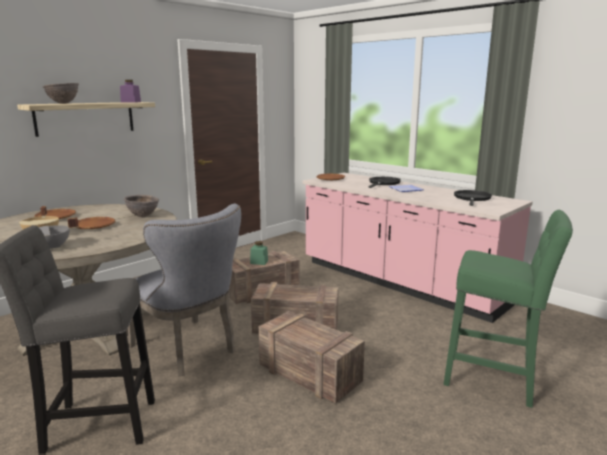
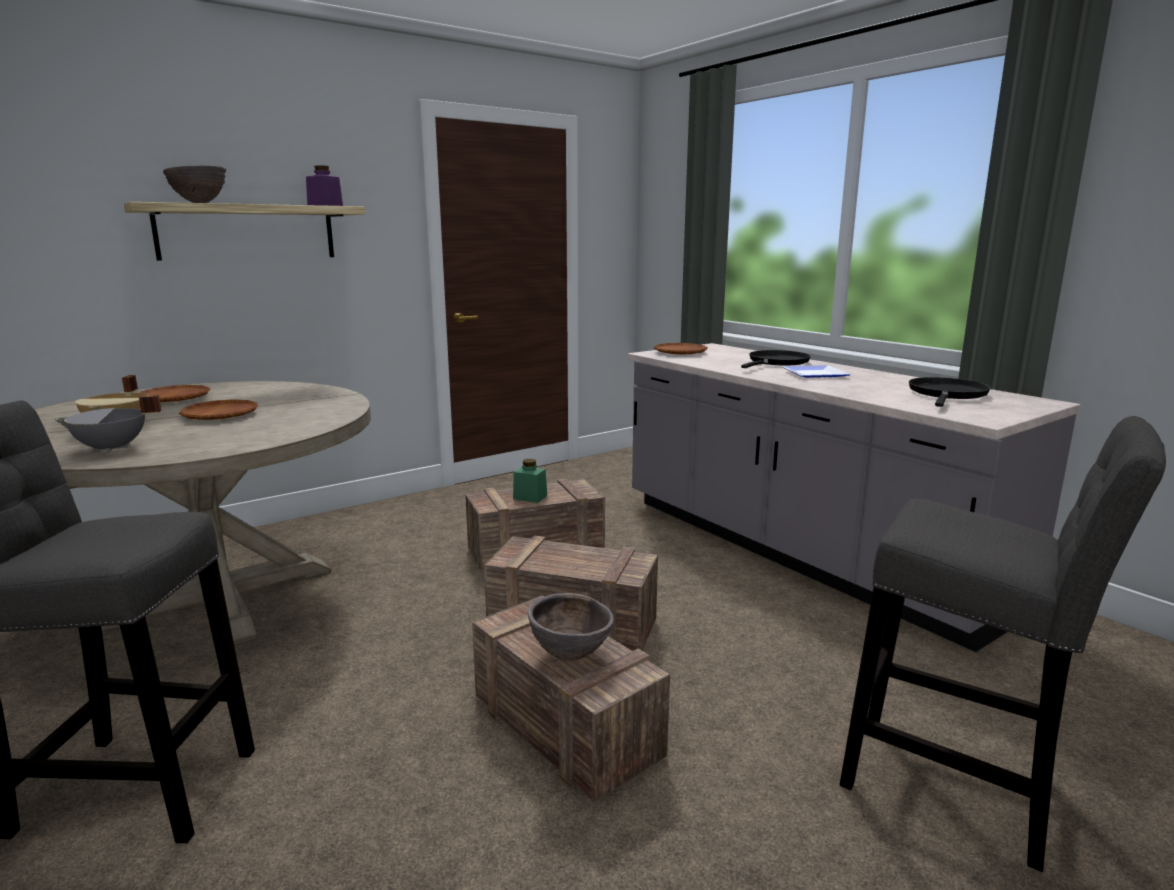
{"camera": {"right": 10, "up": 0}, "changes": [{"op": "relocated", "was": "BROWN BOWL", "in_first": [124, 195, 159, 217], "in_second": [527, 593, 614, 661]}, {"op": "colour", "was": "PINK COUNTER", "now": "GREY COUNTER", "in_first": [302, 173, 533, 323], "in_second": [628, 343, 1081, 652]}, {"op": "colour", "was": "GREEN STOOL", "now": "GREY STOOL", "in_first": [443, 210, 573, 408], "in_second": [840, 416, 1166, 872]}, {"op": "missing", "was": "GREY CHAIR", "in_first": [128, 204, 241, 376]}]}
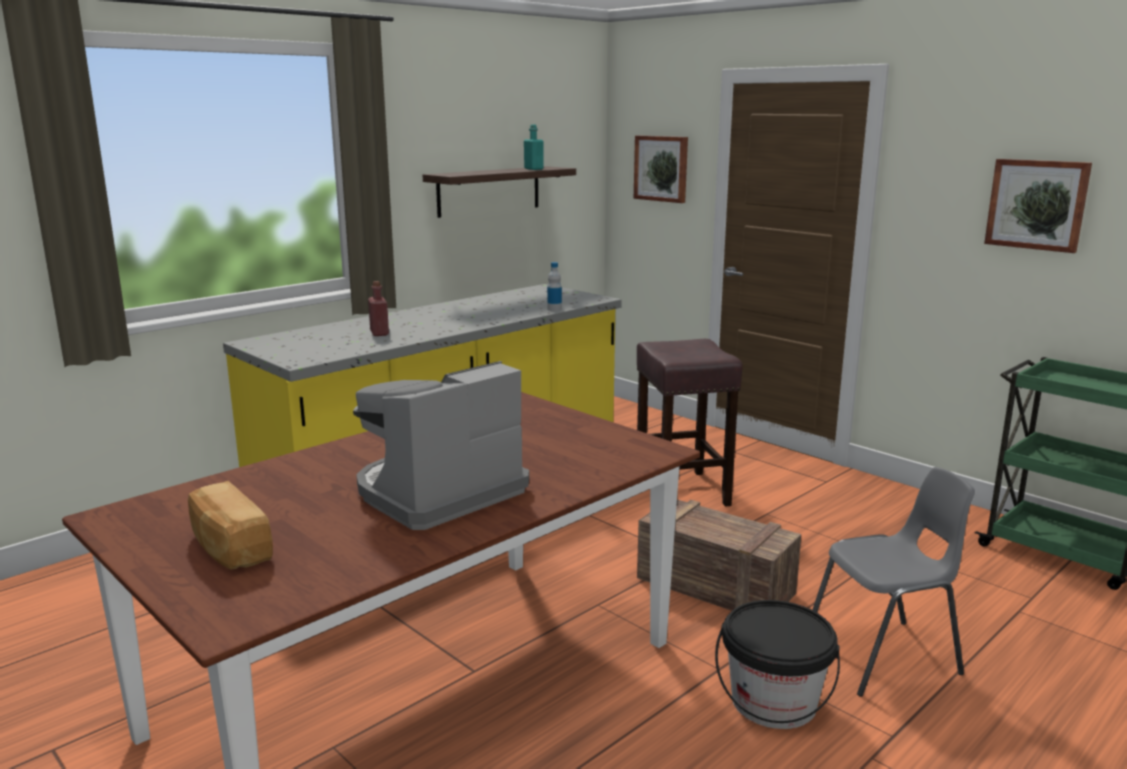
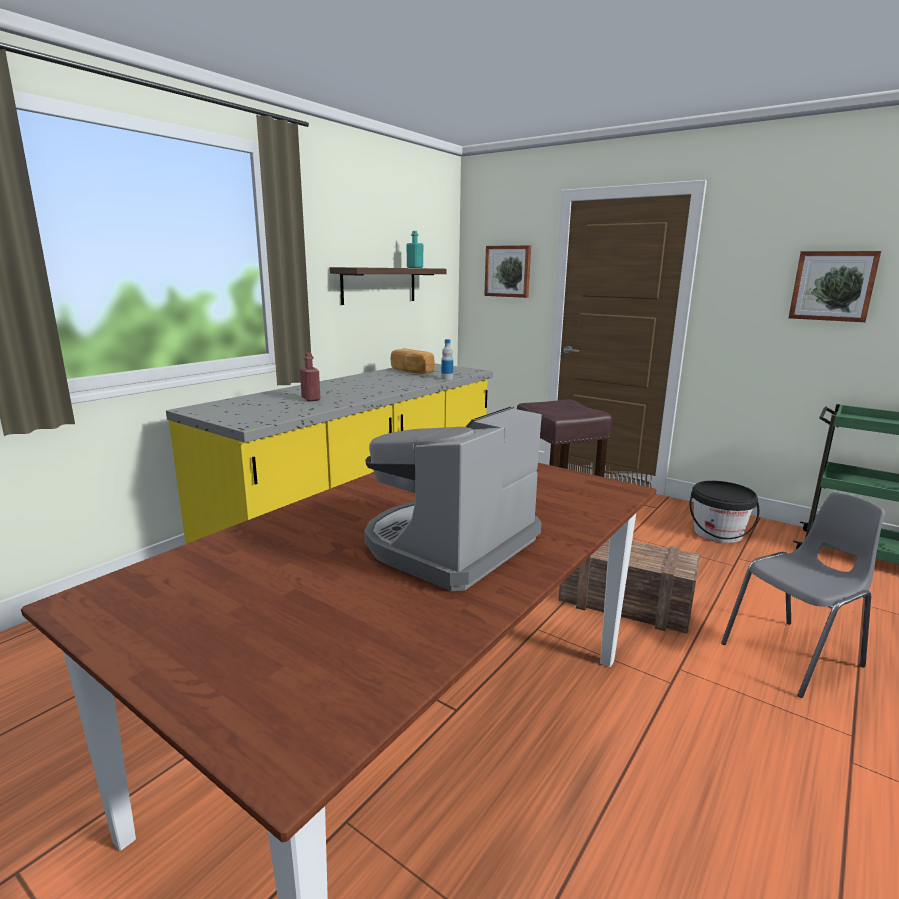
{"camera": {"right": -10, "up": 0}, "changes": [{"op": "relocated", "was": "BREAD", "in_first": [188, 480, 273, 570], "in_second": [390, 349, 435, 374]}, {"op": "relocated", "was": "BLACK BUCKET", "in_first": [715, 600, 840, 729], "in_second": [690, 481, 759, 543]}]}
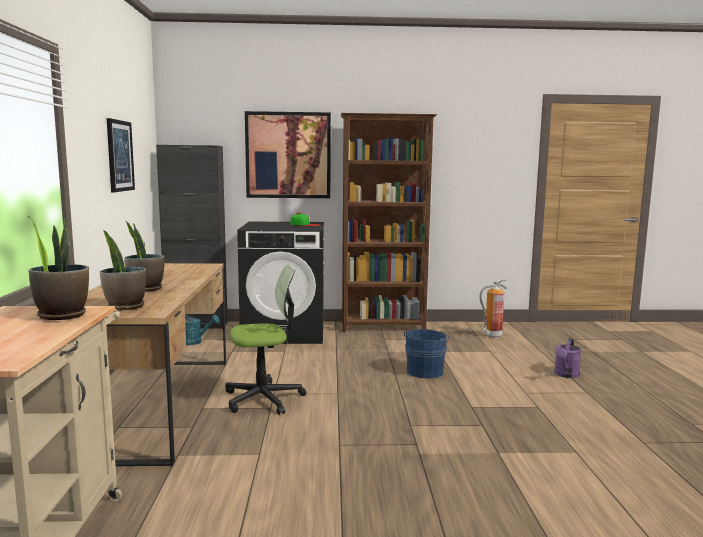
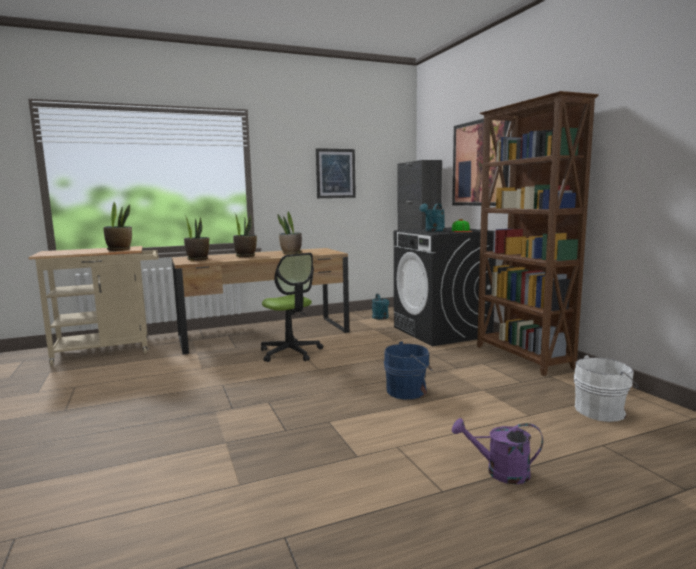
{"camera": {"right": 70, "up": 0}, "changes": [{"op": "appeared", "now": "POTTED PLANT", "in_second": [277, 211, 302, 254]}, {"op": "appeared", "now": "TURQUOISE WATERING CAN", "in_second": [419, 203, 445, 231]}, {"op": "exchanged", "was": "FIRE EXTINGUISHER", "now": "WHITE BUCKET", "in_first": [479, 279, 507, 338], "in_second": [573, 355, 639, 422]}]}
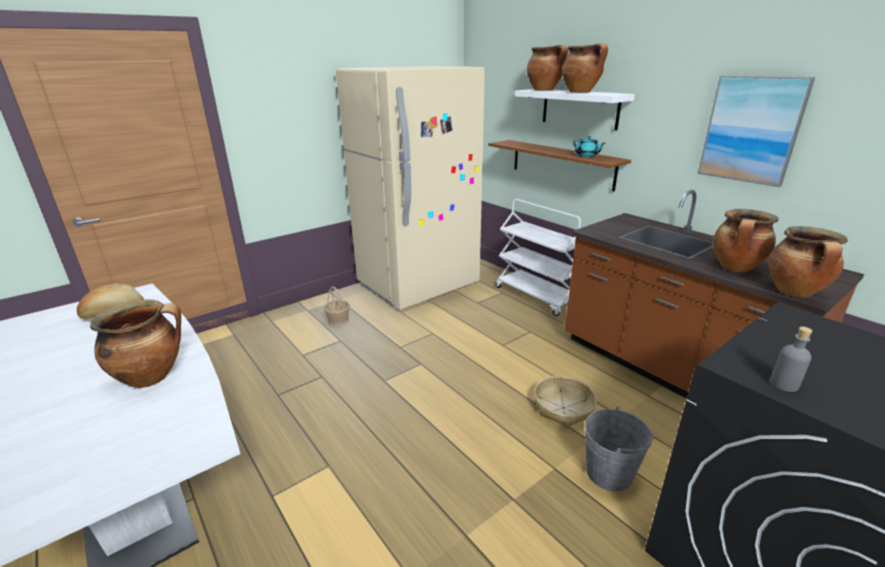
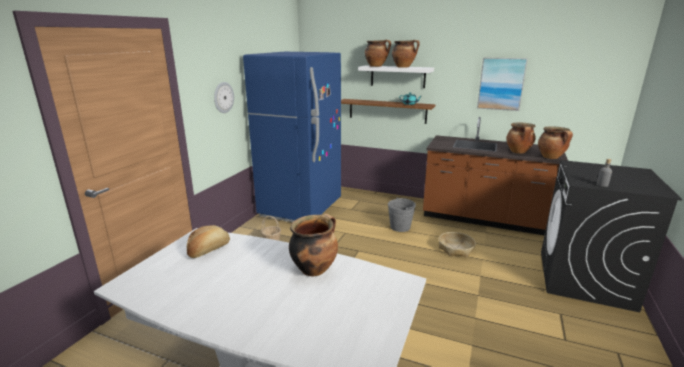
{"camera": {"right": -30, "up": -5}, "changes": [{"op": "appeared", "now": "WALL CLOCK", "in_second": [214, 82, 234, 113]}, {"op": "colour", "was": "BEIGE FRIDGE", "now": "BLUE FRIDGE", "in_first": [336, 66, 485, 310], "in_second": [243, 52, 341, 222]}, {"op": "relocated", "was": "GREY BUCKET", "in_first": [585, 407, 654, 492], "in_second": [388, 197, 416, 232]}, {"op": "missing", "was": "WHITE CART", "in_first": [495, 199, 581, 316]}]}
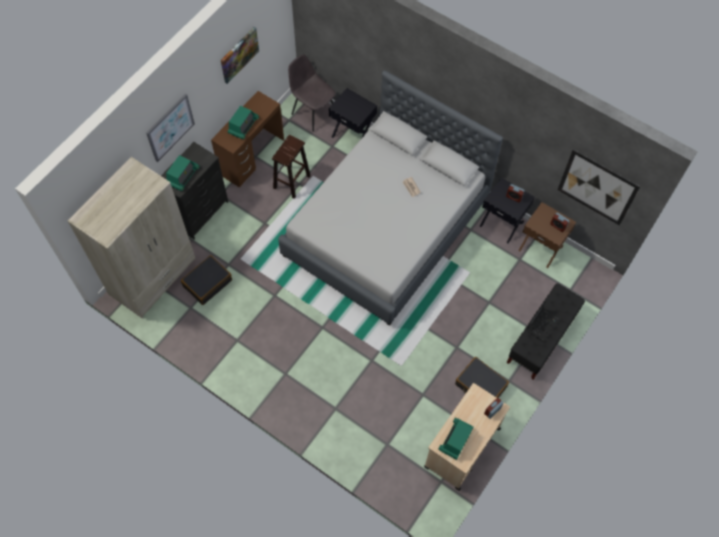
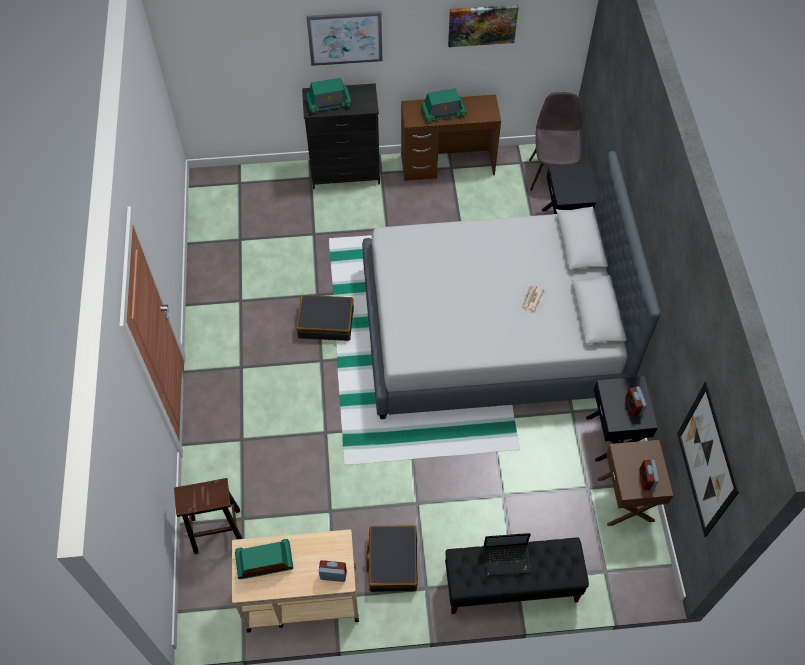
{"camera": {"right": 50, "up": -5}, "changes": [{"op": "relocated", "was": "BROWN STOOL", "in_first": [272, 135, 310, 199], "in_second": [174, 478, 243, 554]}, {"op": "relocated", "was": "BLACK SUITCASE", "in_first": [181, 255, 232, 305], "in_second": [296, 295, 354, 341]}, {"op": "missing", "was": "BEIGE WARDROBE", "in_first": [68, 157, 195, 318]}]}
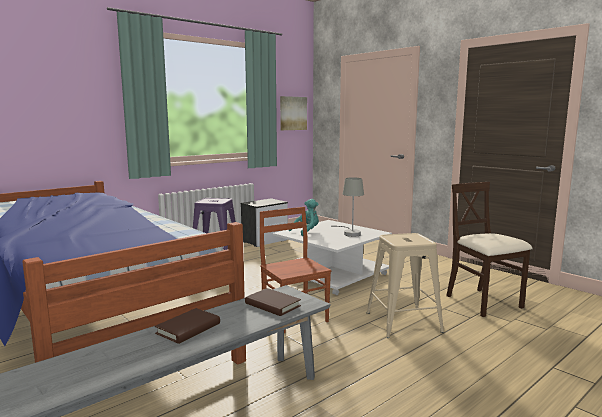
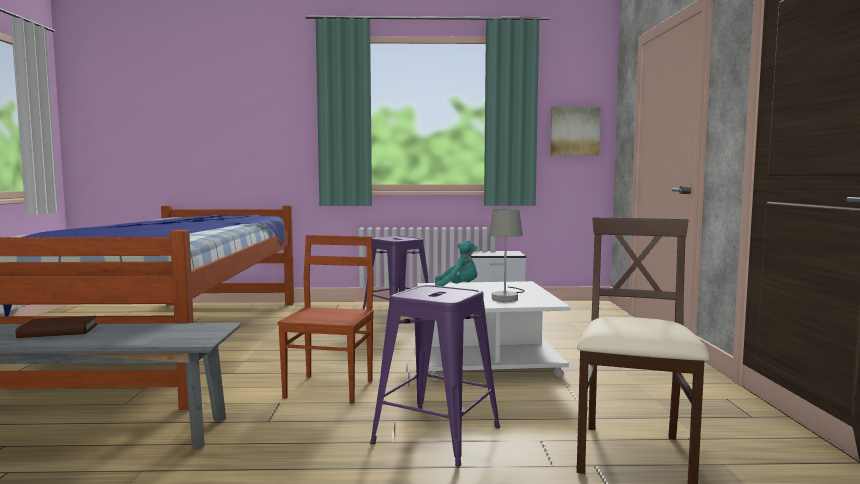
{"camera": {"right": 40, "up": -5}, "changes": [{"op": "colour", "was": "BEIGE STOOL", "now": "PURPLE STOOL", "in_first": [367, 233, 444, 338], "in_second": [370, 285, 500, 467]}, {"op": "missing", "was": "BROWN BOOK", "in_first": [245, 288, 301, 316]}]}
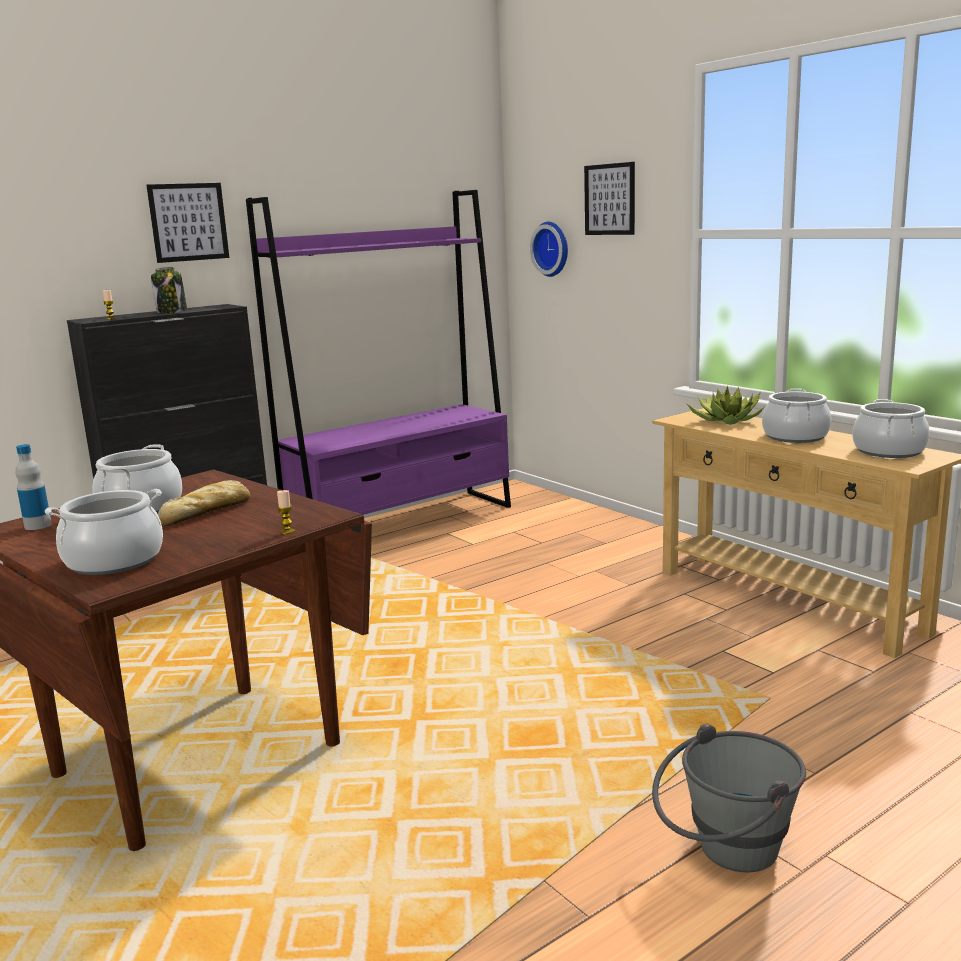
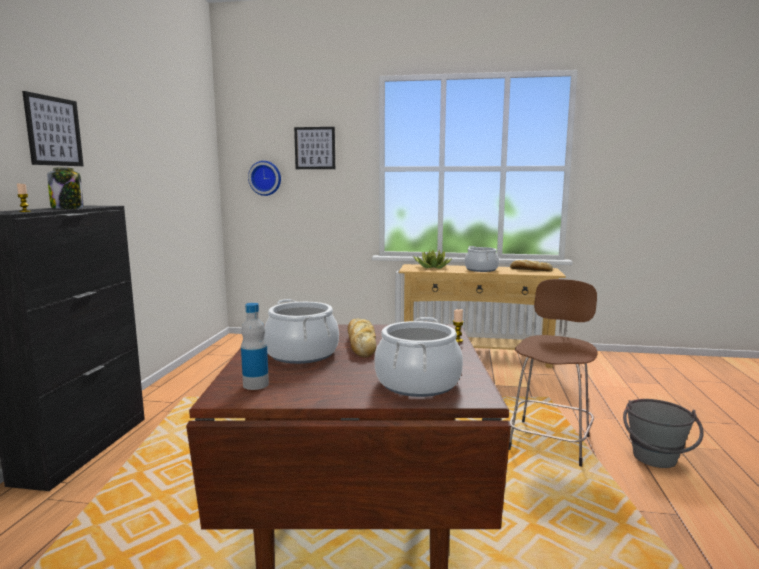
{"camera": {"right": -45, "up": -5}, "changes": [{"op": "appeared", "now": "BROWN STOOL", "in_second": [509, 279, 598, 467]}, {"op": "exchanged", "was": "COOKING POT", "now": "BREAD", "in_first": [852, 399, 929, 458], "in_second": [510, 260, 553, 271]}, {"op": "missing", "was": "PURPLE BOOKCASE", "in_first": [246, 190, 511, 515]}]}
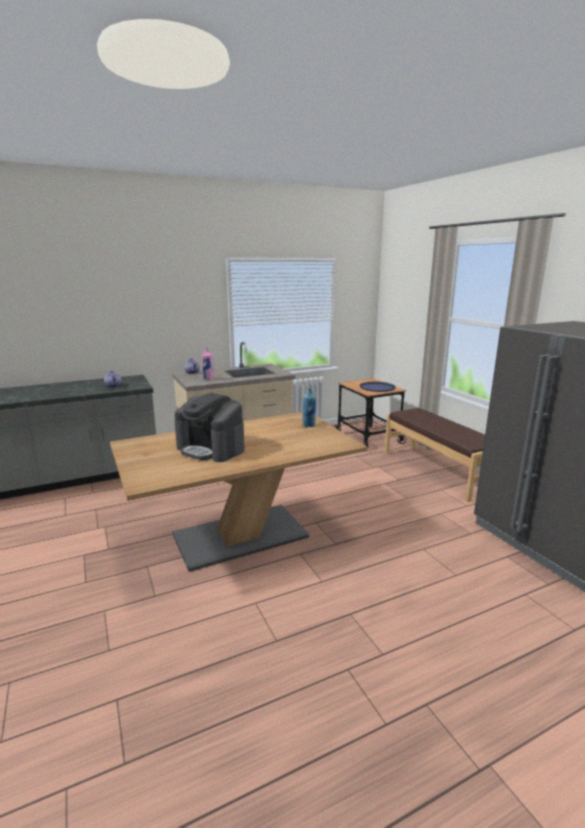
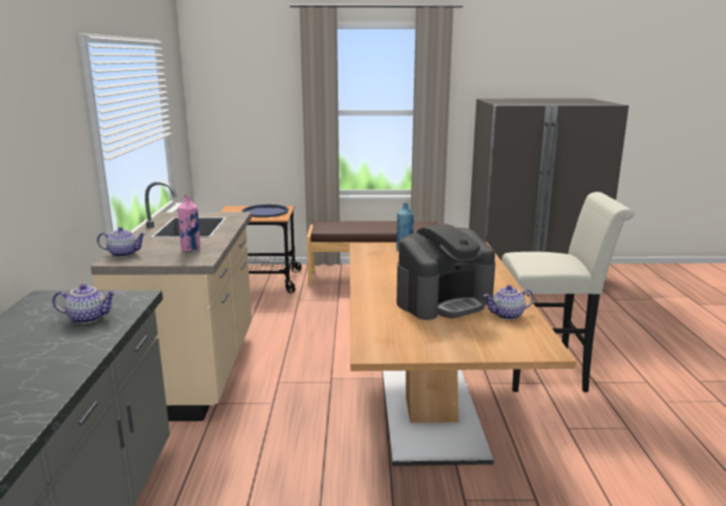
{"camera": {"right": -65, "up": 0}, "changes": [{"op": "appeared", "now": "TEAPOT", "in_second": [483, 285, 534, 320]}, {"op": "appeared", "now": "WHITE STOOL", "in_second": [502, 192, 634, 392]}]}
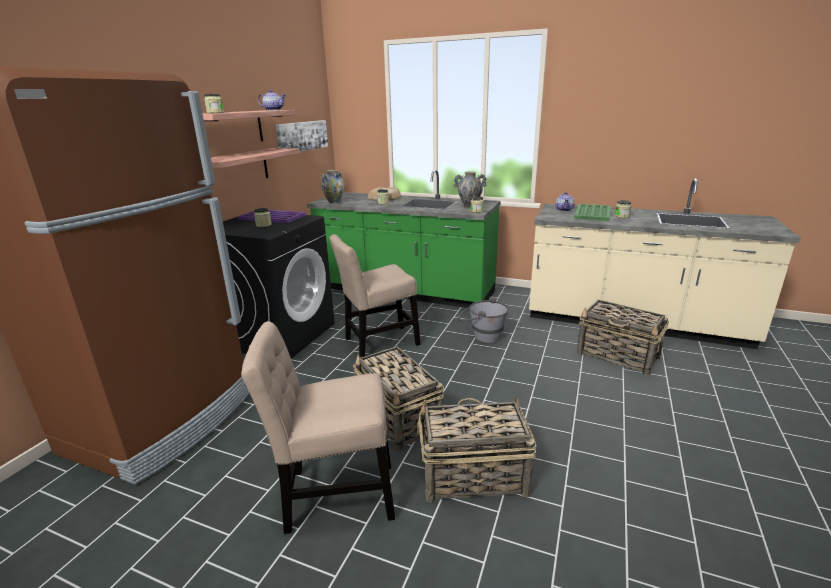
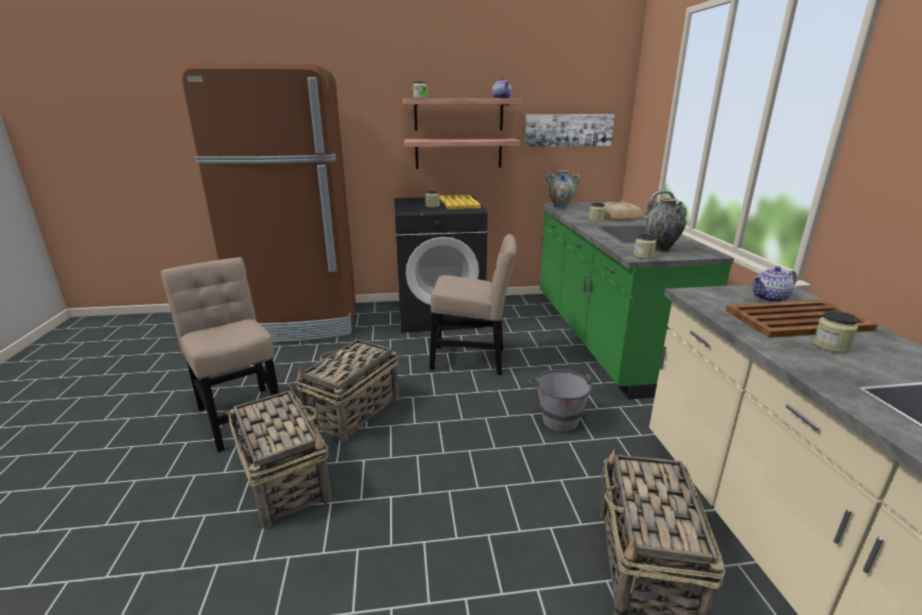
{"camera": {"right": 60, "up": 0}, "changes": [{"op": "spun", "was": "BEIGE CHAIR", "in_first": [329, 234, 421, 357], "in_second": [429, 234, 517, 375], "clockwise": 150}, {"op": "colour", "was": "PURPLE TRAY", "now": "YELLOW TRAY", "in_first": [238, 210, 306, 223], "in_second": [440, 195, 481, 209]}, {"op": "colour", "was": "GREEN TRAY", "now": "BROWN TRAY", "in_first": [574, 204, 611, 221], "in_second": [726, 300, 877, 338]}]}
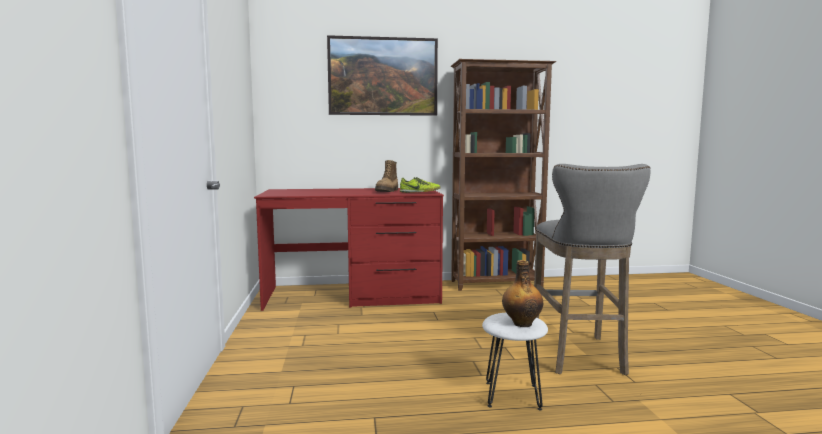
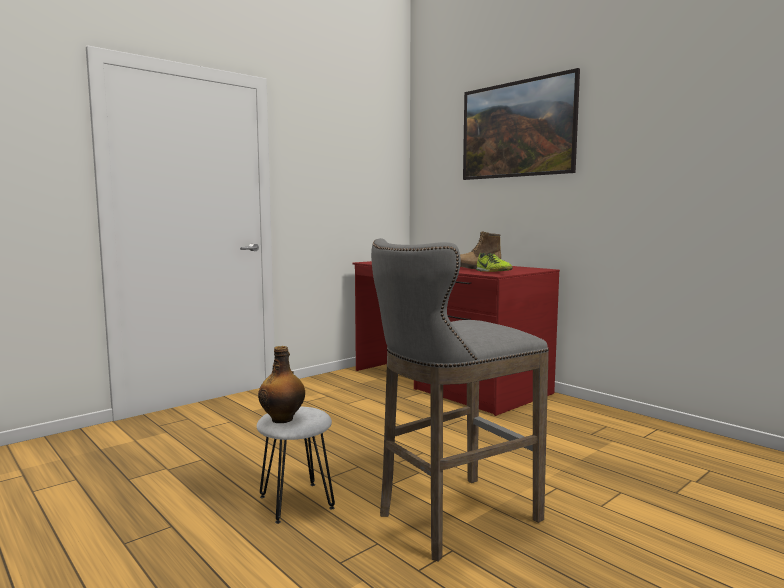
{"camera": {"right": 55, "up": 0}, "changes": [{"op": "missing", "was": "BROWN BOOKCASE", "in_first": [451, 59, 556, 291]}]}
